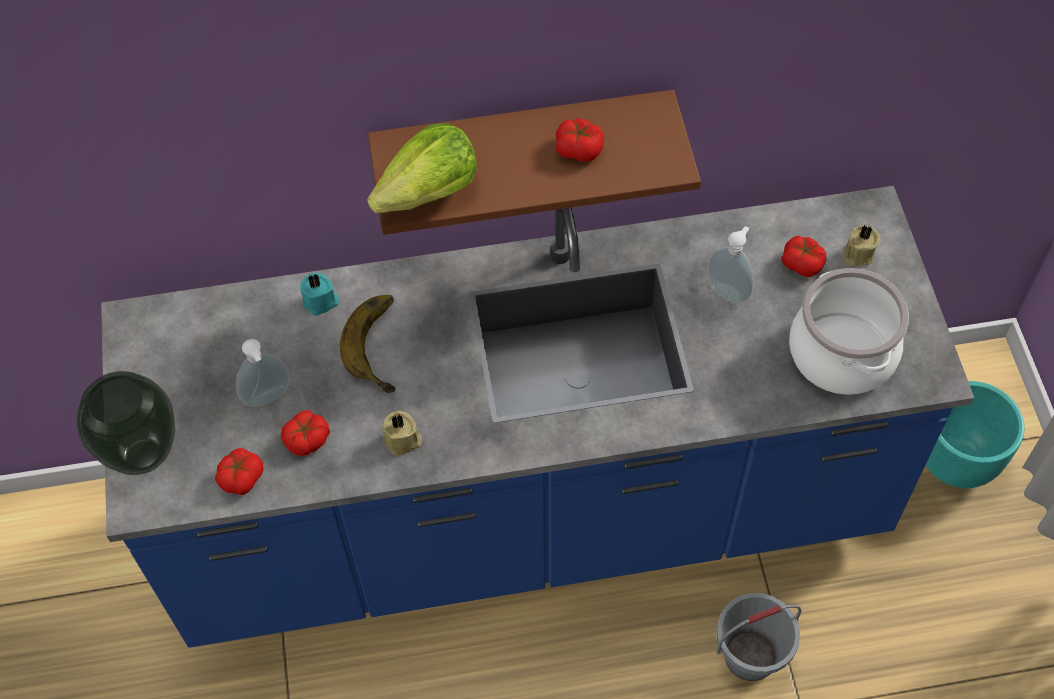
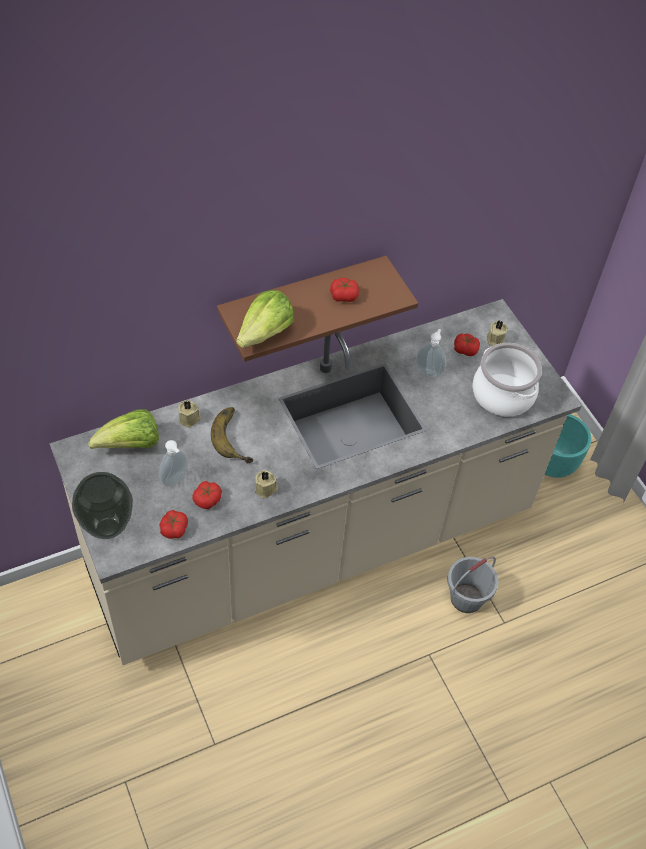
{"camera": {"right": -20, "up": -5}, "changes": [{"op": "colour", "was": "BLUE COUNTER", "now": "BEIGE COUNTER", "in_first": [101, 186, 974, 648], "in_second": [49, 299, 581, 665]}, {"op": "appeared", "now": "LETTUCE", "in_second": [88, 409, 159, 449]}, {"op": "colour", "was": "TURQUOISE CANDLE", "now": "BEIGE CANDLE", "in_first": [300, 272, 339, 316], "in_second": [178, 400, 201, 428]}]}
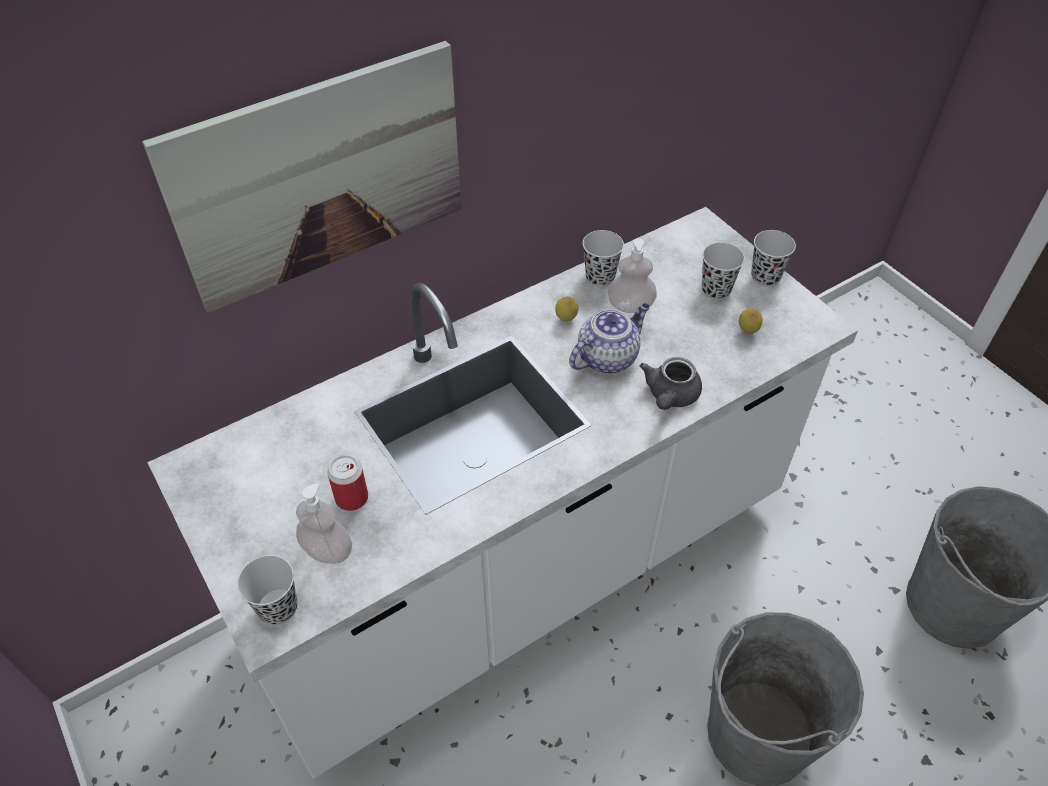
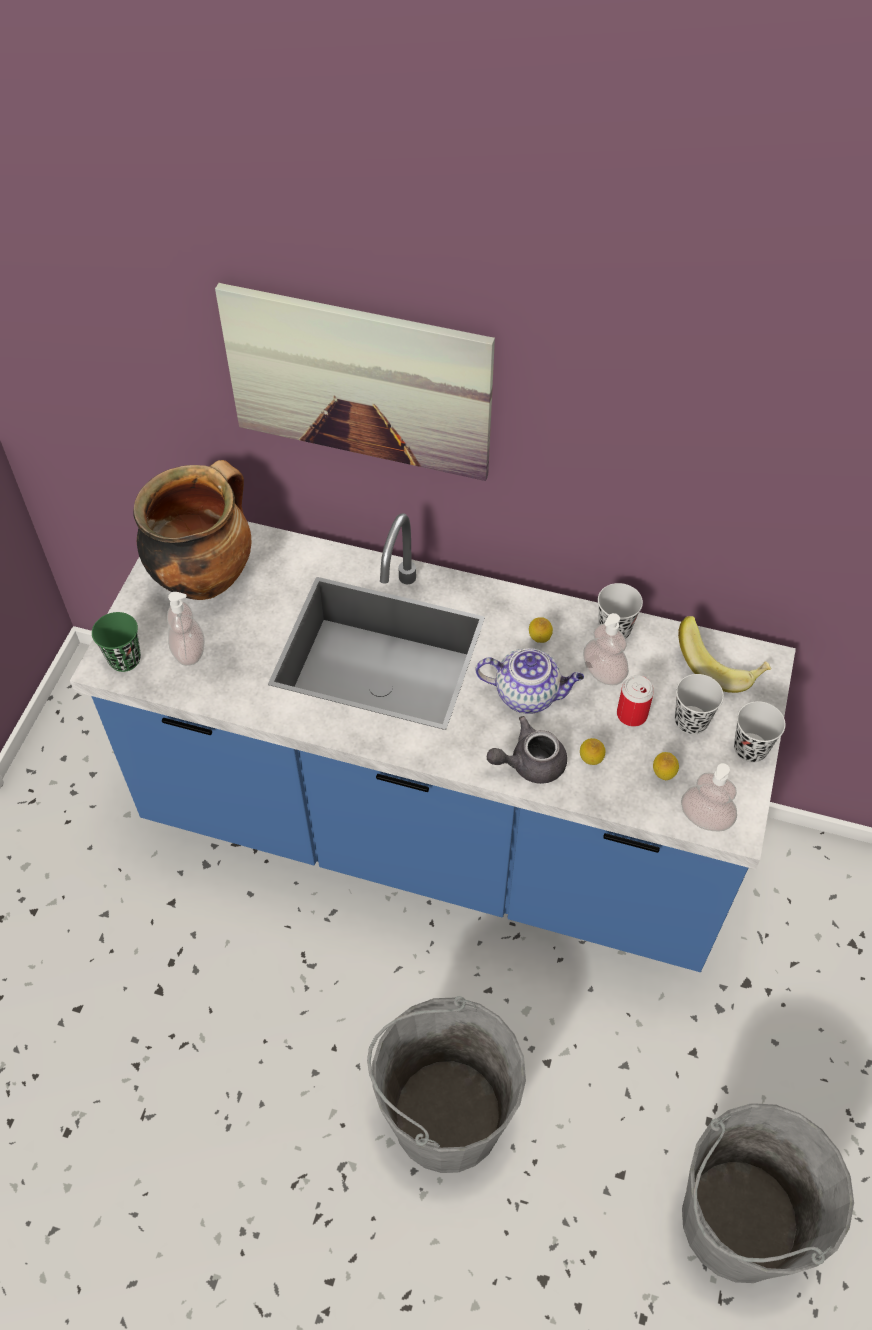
{"camera": {"right": 50, "up": 5}, "changes": [{"op": "colour", "was": "WHITE COUNTER", "now": "BLUE COUNTER", "in_first": [147, 207, 858, 779], "in_second": [70, 513, 796, 972]}, {"op": "colour", "was": "BLACK CUP", "now": "GREEN CUP", "in_first": [237, 555, 297, 625], "in_second": [92, 612, 141, 672]}, {"op": "appeared", "now": "COOKING POT", "in_second": [133, 460, 251, 600]}, {"op": "appeared", "now": "LEMON", "in_second": [580, 738, 606, 765]}, {"op": "relocated", "was": "CAN", "in_first": [327, 455, 368, 511], "in_second": [617, 675, 654, 727]}, {"op": "appeared", "now": "BANANA", "in_second": [678, 616, 771, 693]}, {"op": "appeared", "now": "SOAP DISPENSER", "in_second": [681, 763, 737, 831]}]}
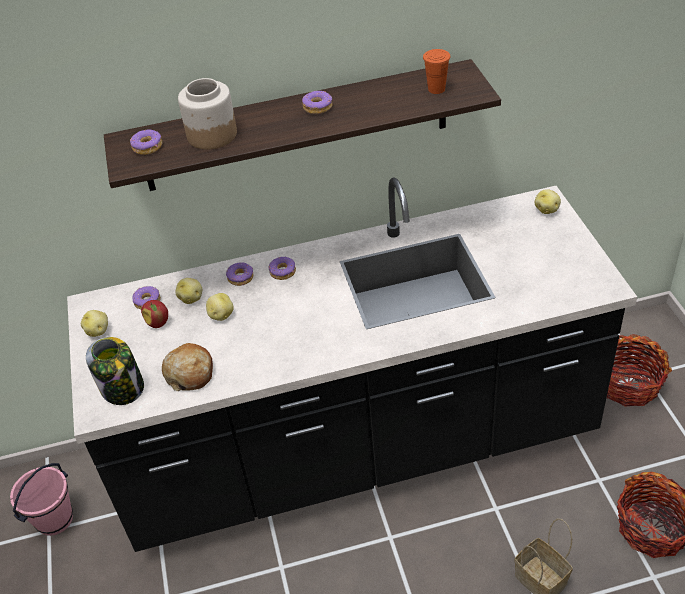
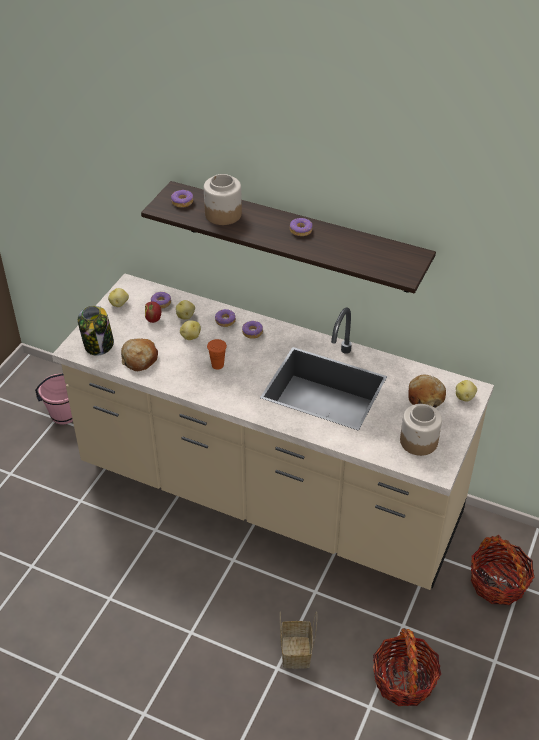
{"camera": {"right": 35, "up": 0}, "changes": [{"op": "colour", "was": "BLACK COUNTER", "now": "BEIGE COUNTER", "in_first": [67, 177, 637, 552], "in_second": [52, 273, 494, 590]}, {"op": "relocated", "was": "ORANGE CUP", "in_first": [423, 49, 451, 94], "in_second": [207, 339, 227, 370]}, {"op": "appeared", "now": "JAR", "in_second": [400, 404, 442, 456]}, {"op": "appeared", "now": "BREAD", "in_second": [408, 374, 446, 408]}]}
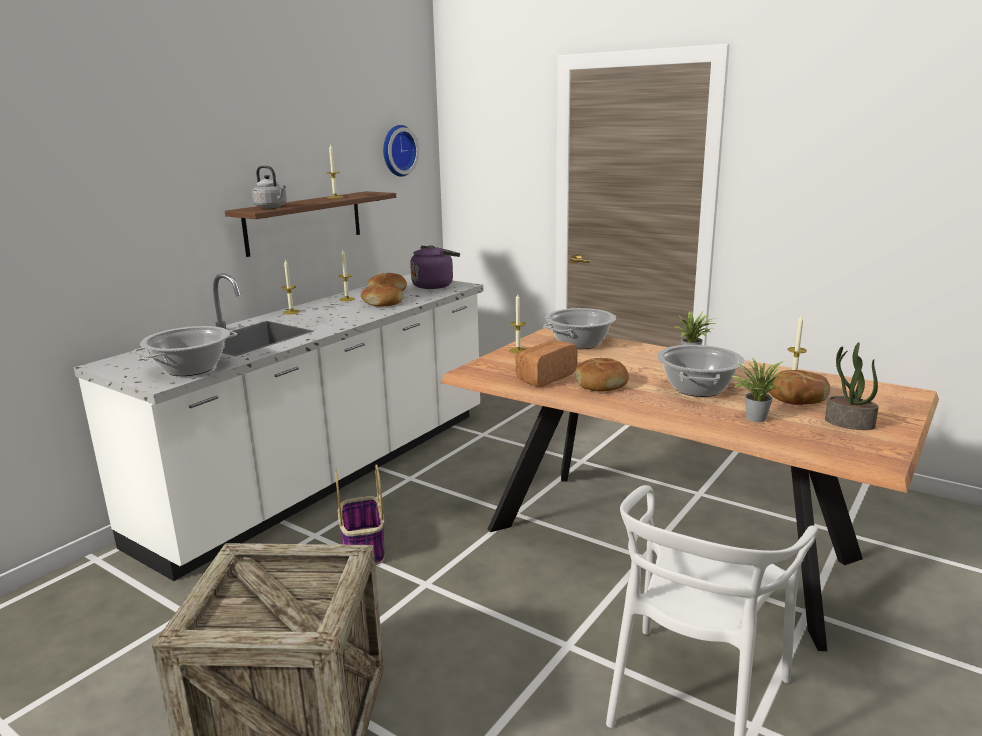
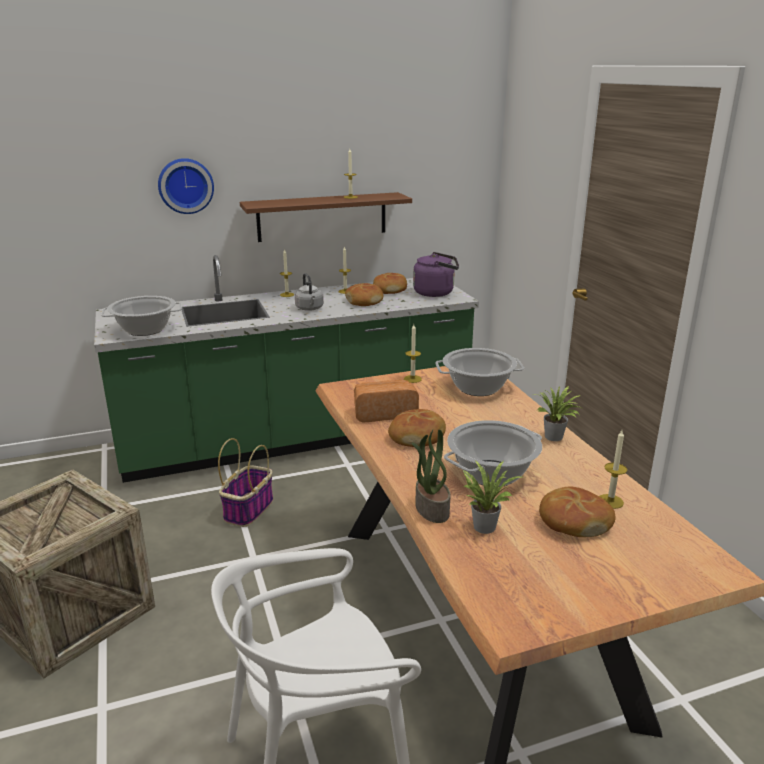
{"camera": {"right": 35, "up": 5}, "changes": [{"op": "colour", "was": "WHITE COUNTER", "now": "GREEN COUNTER", "in_first": [73, 273, 483, 581], "in_second": [94, 255, 479, 483]}, {"op": "relocated", "was": "WALL CLOCK", "in_first": [383, 125, 419, 177], "in_second": [158, 158, 214, 214]}, {"op": "relocated", "was": "GREY KETTLE", "in_first": [252, 166, 287, 208], "in_second": [295, 273, 324, 311]}, {"op": "relocated", "was": "POTTED PLANT", "in_first": [825, 342, 879, 430], "in_second": [412, 429, 451, 523]}]}
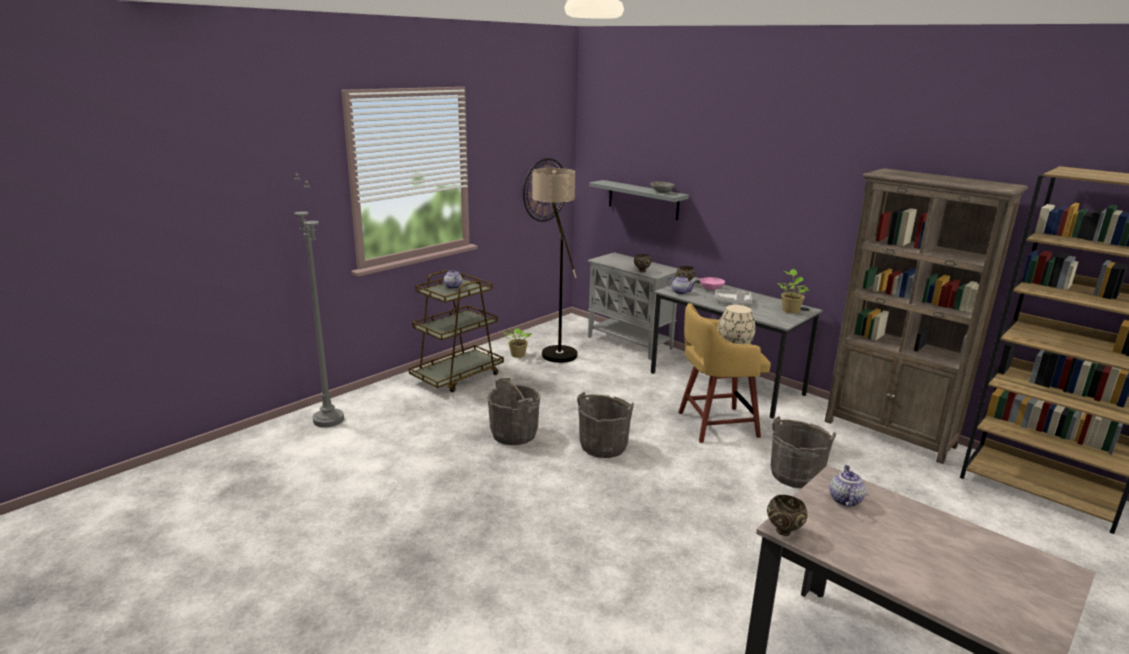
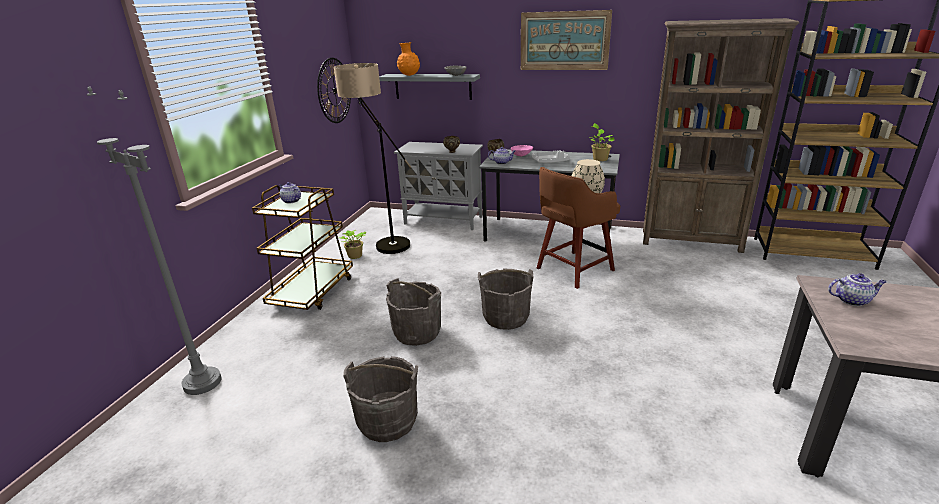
{"camera": {"right": -25, "up": 5}, "changes": [{"op": "relocated", "was": "GREY BUCKET", "in_first": [771, 416, 836, 489], "in_second": [343, 356, 418, 442]}, {"op": "appeared", "now": "ORANGE VASE", "in_second": [397, 42, 420, 76]}, {"op": "appeared", "now": "PICTURE", "in_second": [521, 10, 612, 70]}, {"op": "colour", "was": "YELLOW STOOL", "now": "BROWN STOOL", "in_first": [678, 303, 771, 443], "in_second": [537, 167, 620, 289]}, {"op": "spun", "was": "TEAPOT", "in_first": [829, 465, 866, 507], "in_second": [828, 273, 886, 306], "clockwise": 105}, {"op": "missing", "was": "BROWN BOWL", "in_first": [767, 495, 807, 536]}]}
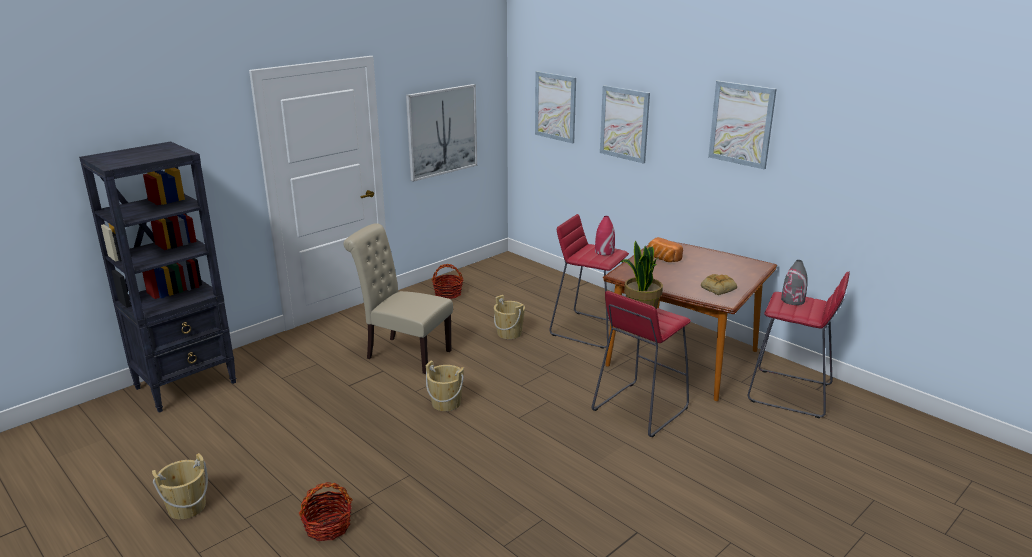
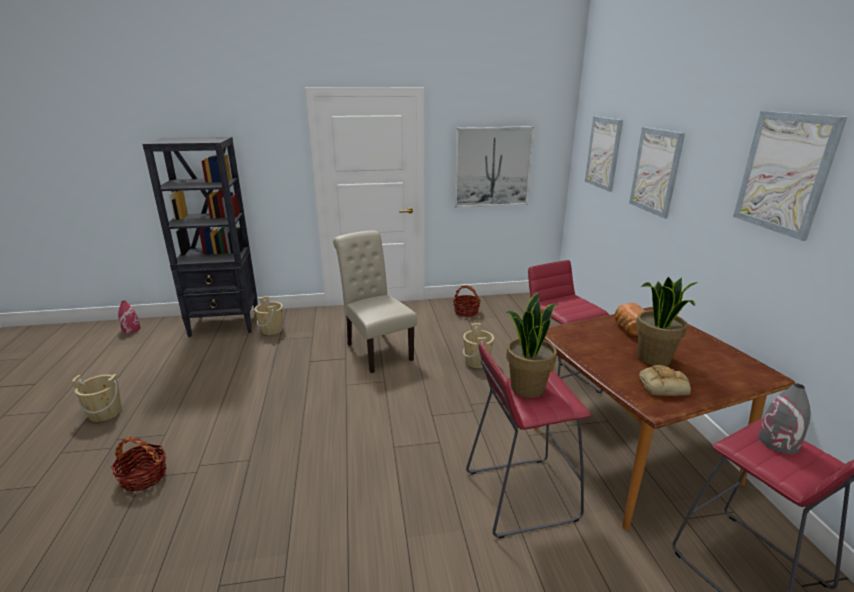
{"camera": {"right": 35, "up": 0}, "changes": [{"op": "relocated", "was": "RED VASE", "in_first": [595, 216, 615, 255], "in_second": [118, 301, 141, 334]}, {"op": "relocated", "was": "BEIGE BUCKET", "in_first": [426, 361, 464, 411], "in_second": [254, 296, 283, 335]}, {"op": "appeared", "now": "POTTED PLANT", "in_second": [636, 277, 698, 366]}]}
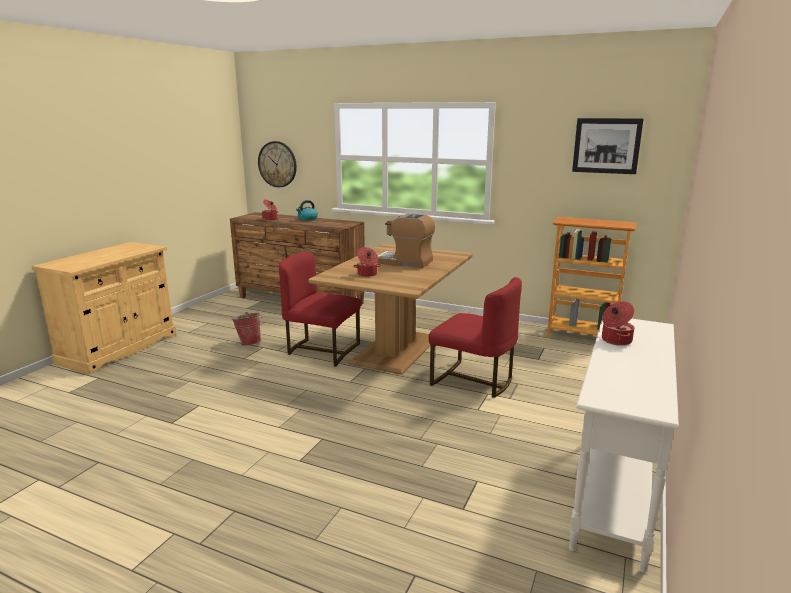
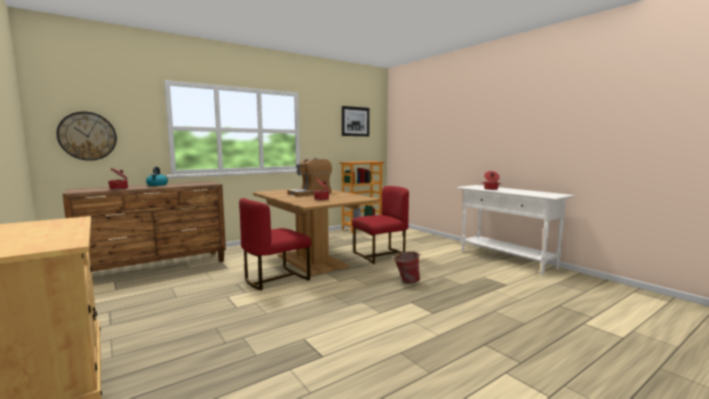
{"camera": {"right": -60, "up": -10}, "changes": [{"op": "relocated", "was": "BUCKET", "in_first": [232, 312, 262, 346], "in_second": [393, 251, 420, 284]}]}
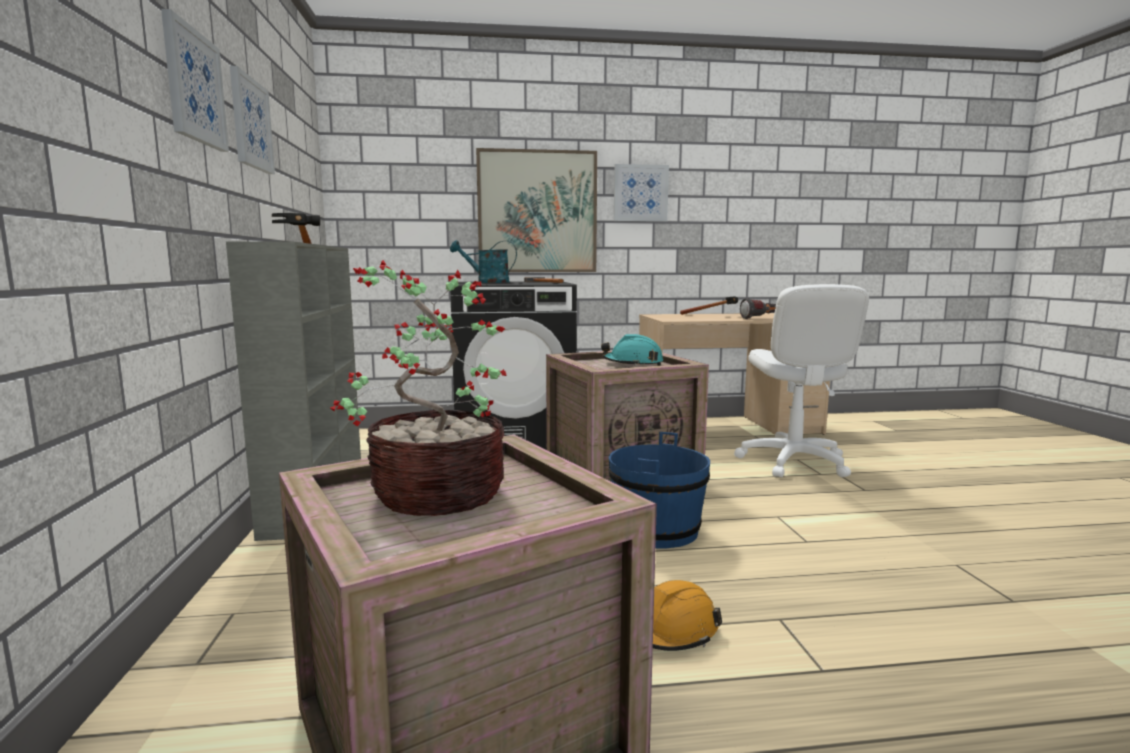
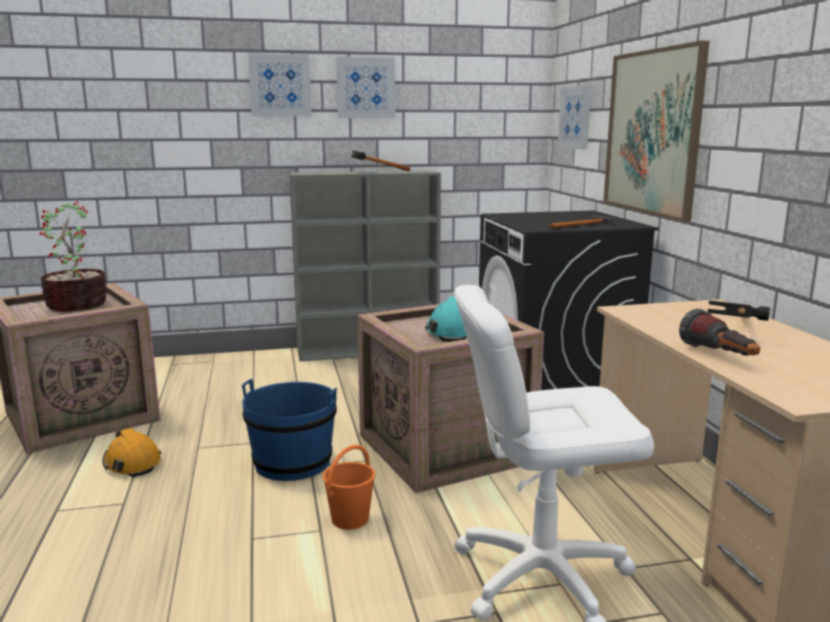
{"camera": {"right": 85, "up": 5}, "changes": [{"op": "appeared", "now": "ORANGE BUCKET", "in_second": [323, 445, 375, 530]}, {"op": "relocated", "was": "PICTURE", "in_first": [614, 164, 669, 222], "in_second": [558, 85, 591, 149]}, {"op": "missing", "was": "TURQUOISE WATERING CAN", "in_first": [450, 240, 517, 283]}]}
